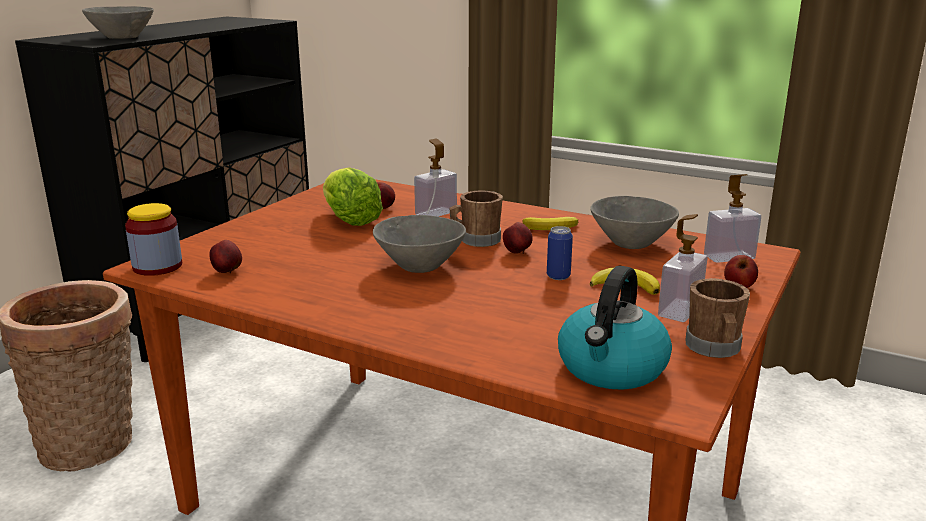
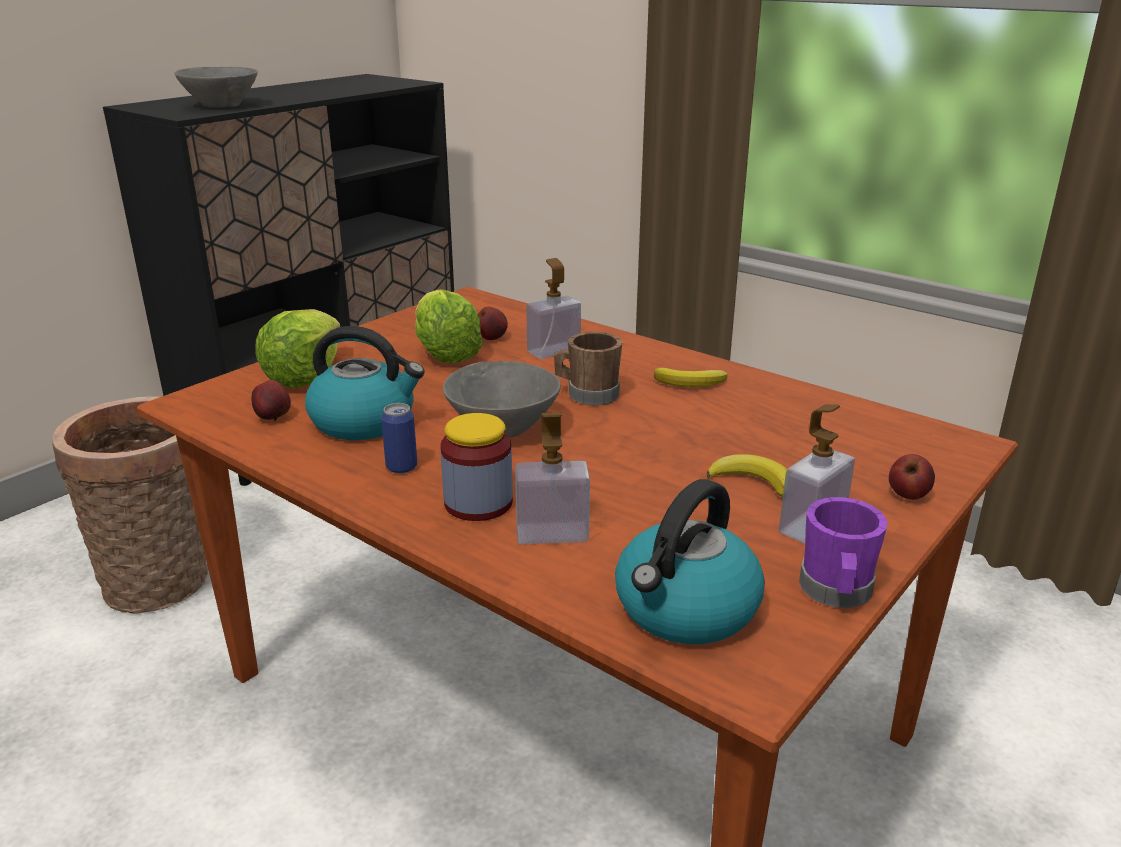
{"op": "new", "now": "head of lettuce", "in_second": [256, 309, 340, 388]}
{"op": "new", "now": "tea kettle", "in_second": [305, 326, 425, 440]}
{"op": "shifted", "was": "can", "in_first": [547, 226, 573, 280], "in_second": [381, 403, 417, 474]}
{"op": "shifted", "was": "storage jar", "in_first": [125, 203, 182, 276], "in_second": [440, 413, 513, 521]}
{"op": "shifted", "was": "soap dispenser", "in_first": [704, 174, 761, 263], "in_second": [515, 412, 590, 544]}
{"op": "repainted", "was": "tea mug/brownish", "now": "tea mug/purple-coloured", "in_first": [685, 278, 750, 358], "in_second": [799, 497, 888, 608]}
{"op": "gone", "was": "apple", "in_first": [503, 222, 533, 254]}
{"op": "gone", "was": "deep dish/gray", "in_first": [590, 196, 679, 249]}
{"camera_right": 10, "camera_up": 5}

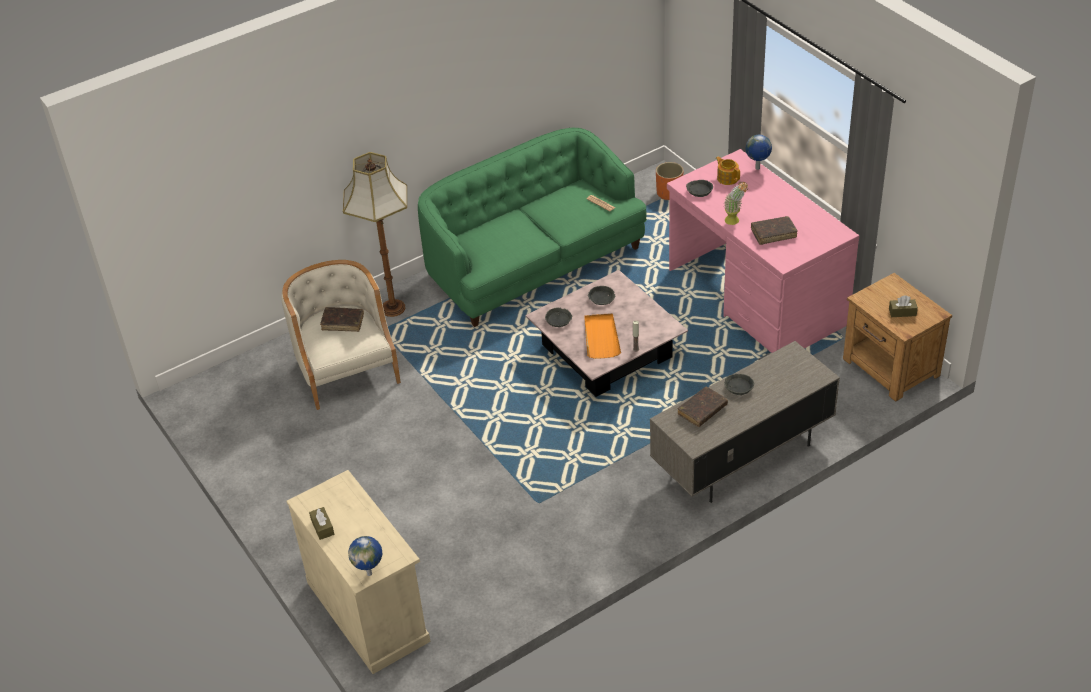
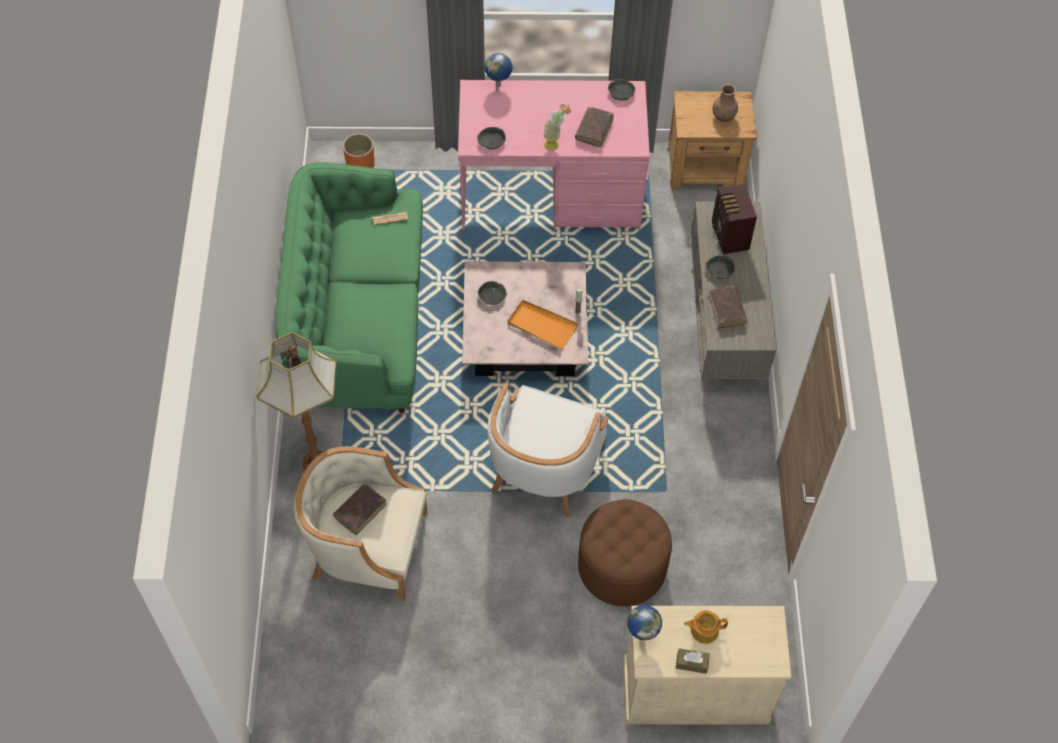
{"op": "new", "now": "easy chair/whitish", "in_second": [487, 383, 608, 517]}
{"op": "new", "now": "footrest/brownish", "in_second": [578, 499, 672, 606]}
{"op": "shifted", "was": "deep dish/gray", "in_first": [545, 308, 572, 327], "in_second": [608, 79, 636, 101]}
{"op": "shifted", "was": "globe", "in_first": [348, 536, 382, 576], "in_second": [627, 605, 662, 640]}
{"op": "shifted", "was": "teapot", "in_first": [716, 156, 740, 185], "in_second": [684, 610, 728, 644]}
{"op": "swapped", "was": "box of tissues/brownish", "now": "decorative vase/brownish", "in_first": [889, 295, 918, 317], "in_second": [712, 84, 738, 122]}
{"op": "new", "now": "radio receiver", "in_second": [712, 183, 757, 254]}
{"camera_right": -60, "camera_up": 15}

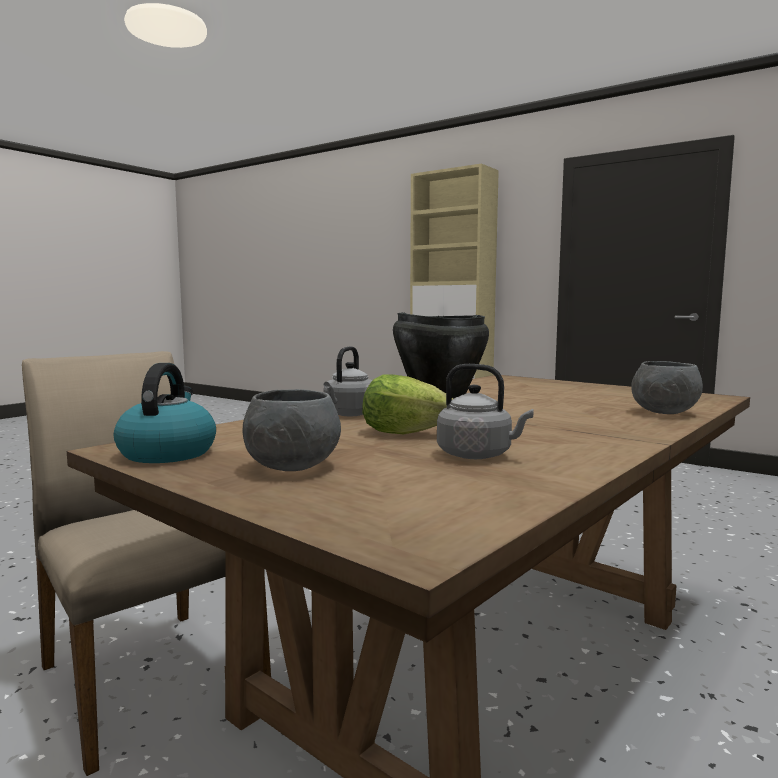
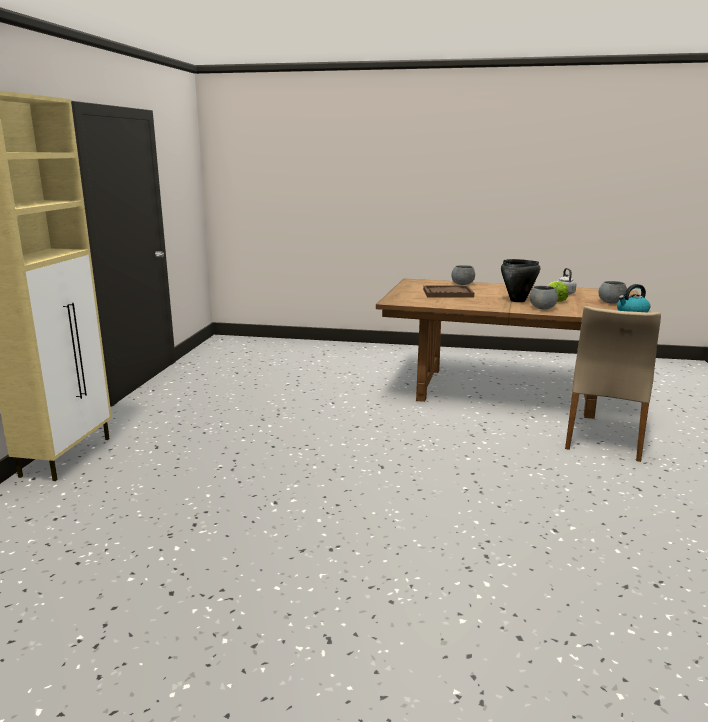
{"op": "new", "now": "tray/brownish", "in_second": [423, 285, 474, 298]}
{"op": "swapped", "was": "tea kettle/gray", "now": "deep dish/gray", "in_first": [323, 346, 372, 416], "in_second": [529, 286, 558, 309]}
{"camera_right": -115, "camera_up": 10}

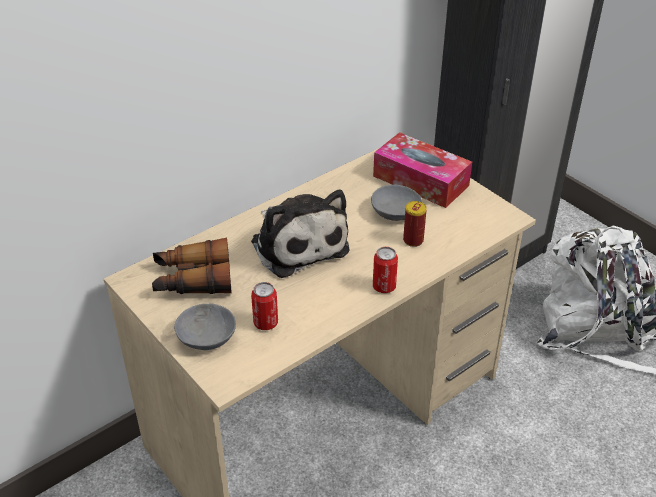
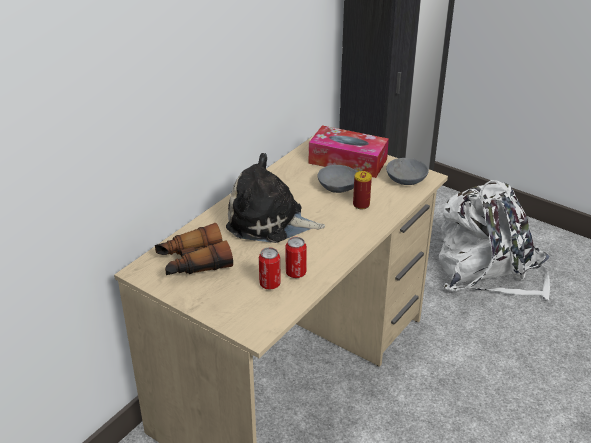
{"op": "rotated", "was": "soft toy", "in_first": [251, 190, 350, 278], "in_second": [226, 153, 325, 243], "clockwise": 150}
{"op": "shifted", "was": "can", "in_first": [373, 247, 398, 293], "in_second": [285, 237, 307, 278]}
{"op": "shifted", "was": "deep dish/gray", "in_first": [174, 304, 236, 350], "in_second": [386, 158, 429, 185]}
{"camera_right": -15, "camera_up": -5}

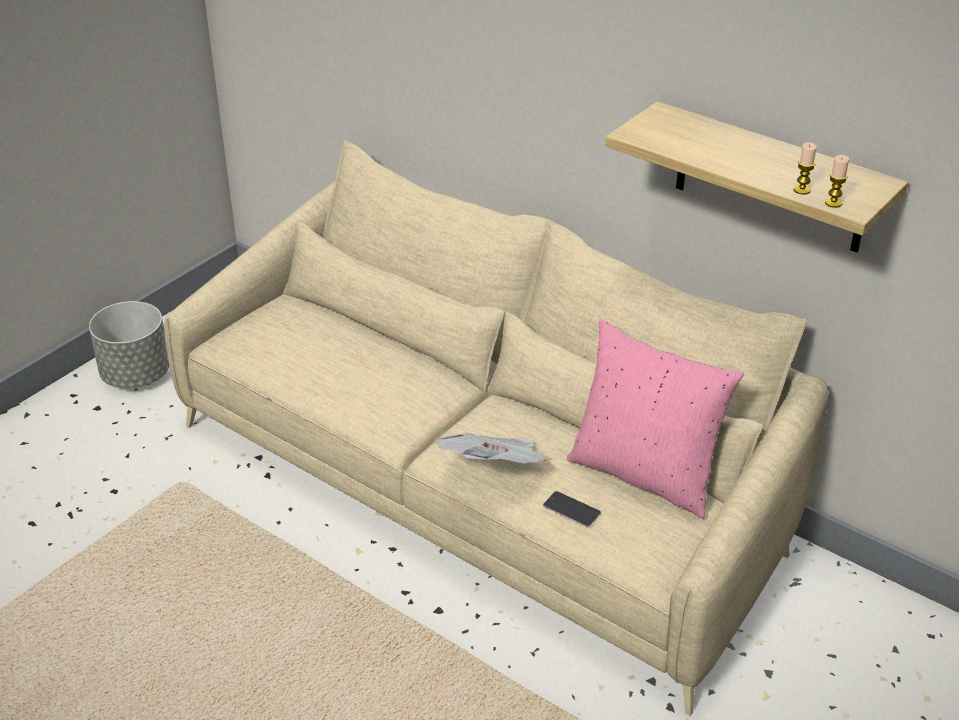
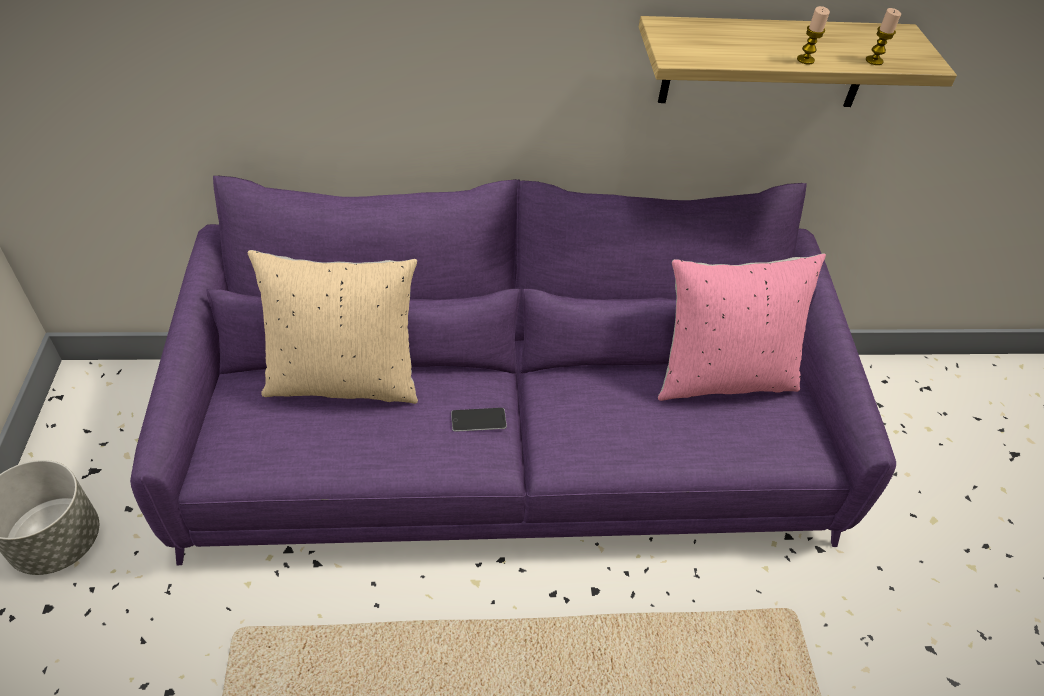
{"op": "repainted", "was": "settee/sand-coloured", "now": "settee/purple-coloured", "in_first": [164, 140, 828, 716], "in_second": [130, 176, 896, 565]}
{"op": "new", "now": "cushion/sand-coloured", "in_second": [248, 250, 418, 404]}
{"op": "shifted", "was": "phone", "in_first": [543, 491, 601, 527], "in_second": [451, 408, 507, 432]}
{"op": "shifted", "was": "wax light", "in_first": [825, 155, 849, 208], "in_second": [797, 6, 830, 65]}
{"op": "gone", "was": "newspaper", "in_first": [436, 433, 546, 463]}
{"camera_right": -45, "camera_up": 10}

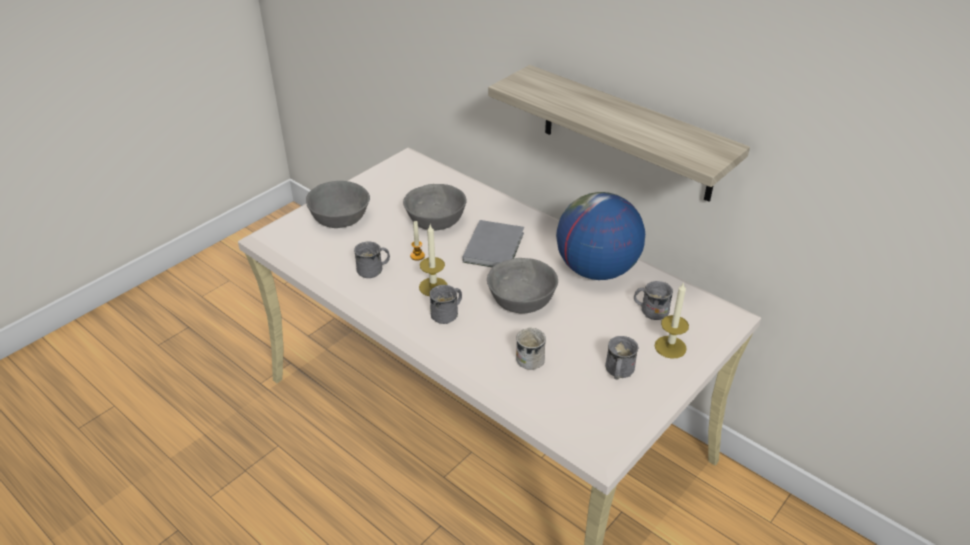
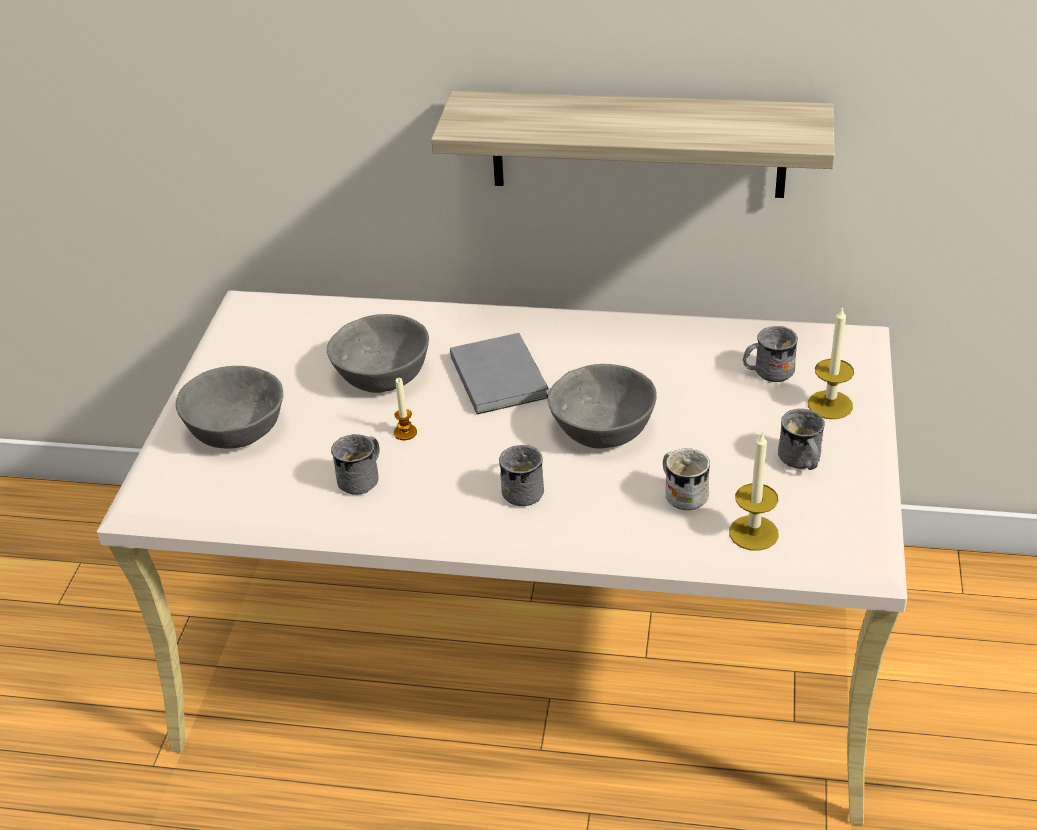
{"op": "shifted", "was": "wax light", "in_first": [419, 225, 448, 296], "in_second": [729, 431, 779, 551]}
{"op": "gone", "was": "globe", "in_first": [556, 192, 645, 280]}
{"camera_right": -30, "camera_up": 0}

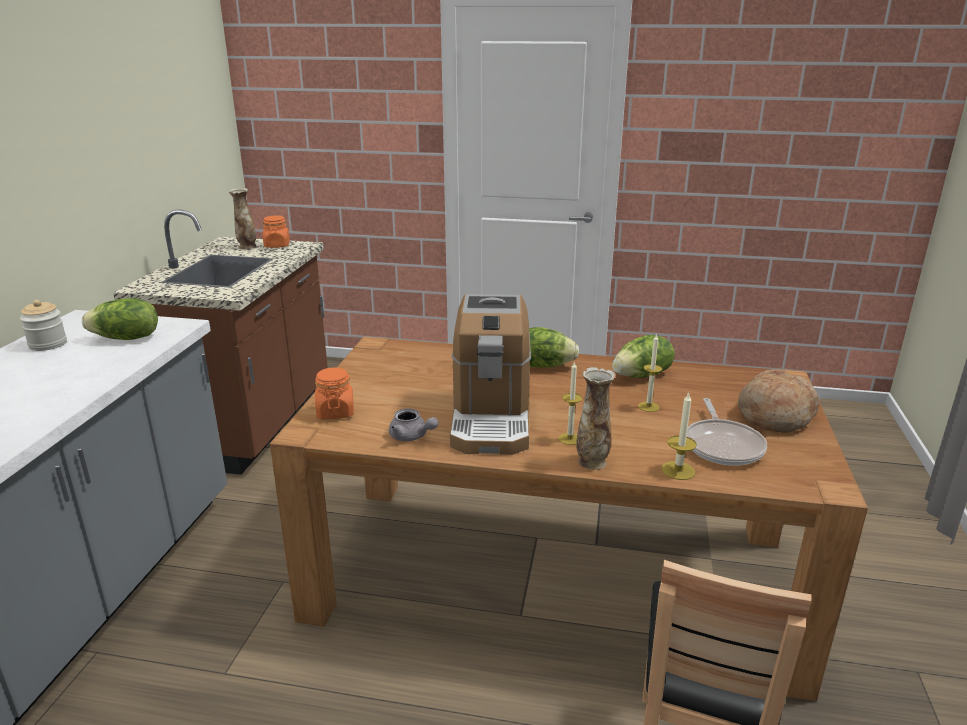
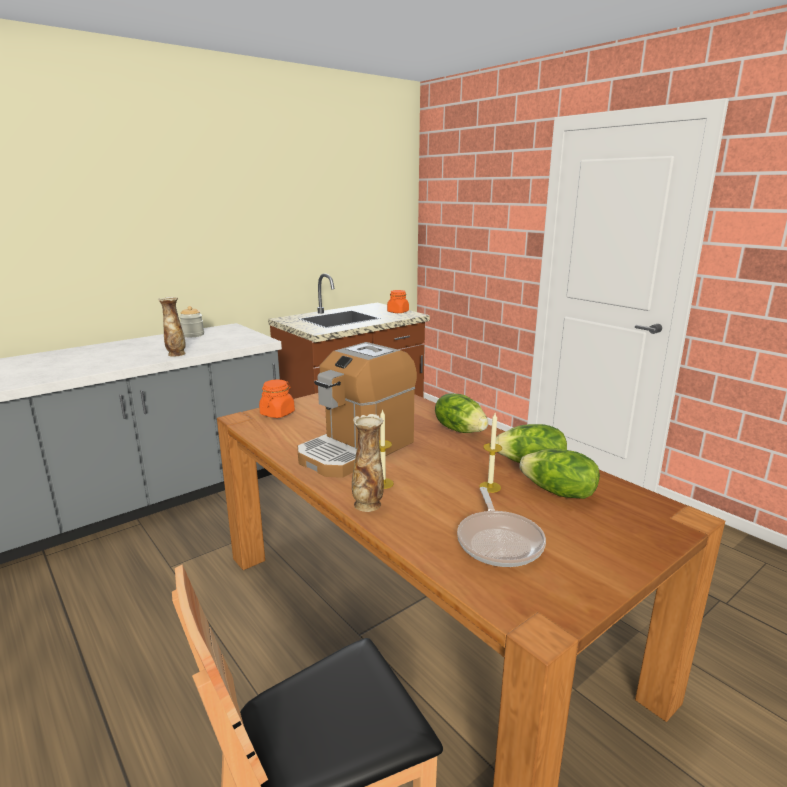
{"op": "shifted", "was": "decorative vase", "in_first": [229, 188, 257, 249], "in_second": [158, 297, 186, 357]}
{"op": "rotated", "was": "pan", "in_first": [687, 398, 767, 466], "in_second": [457, 487, 546, 567], "clockwise": -45}
{"op": "shifted", "was": "head of lettuce", "in_first": [82, 298, 158, 340], "in_second": [519, 449, 600, 499]}
{"op": "gone", "was": "teapot/gray", "in_first": [389, 408, 439, 441]}
{"op": "gone", "was": "wax light", "in_first": [662, 392, 697, 480]}
{"op": "gone", "was": "baked bread", "in_first": [738, 369, 819, 433]}
{"camera_right": 40, "camera_up": -5}

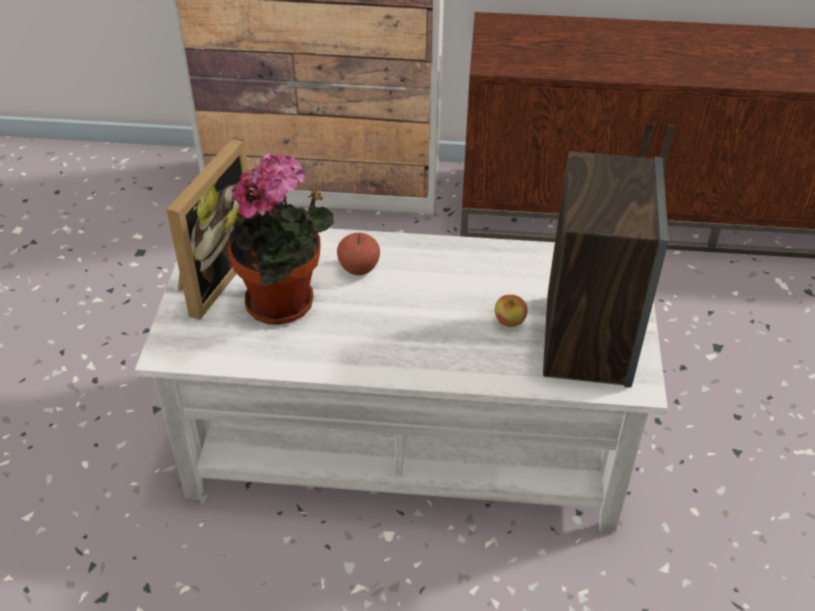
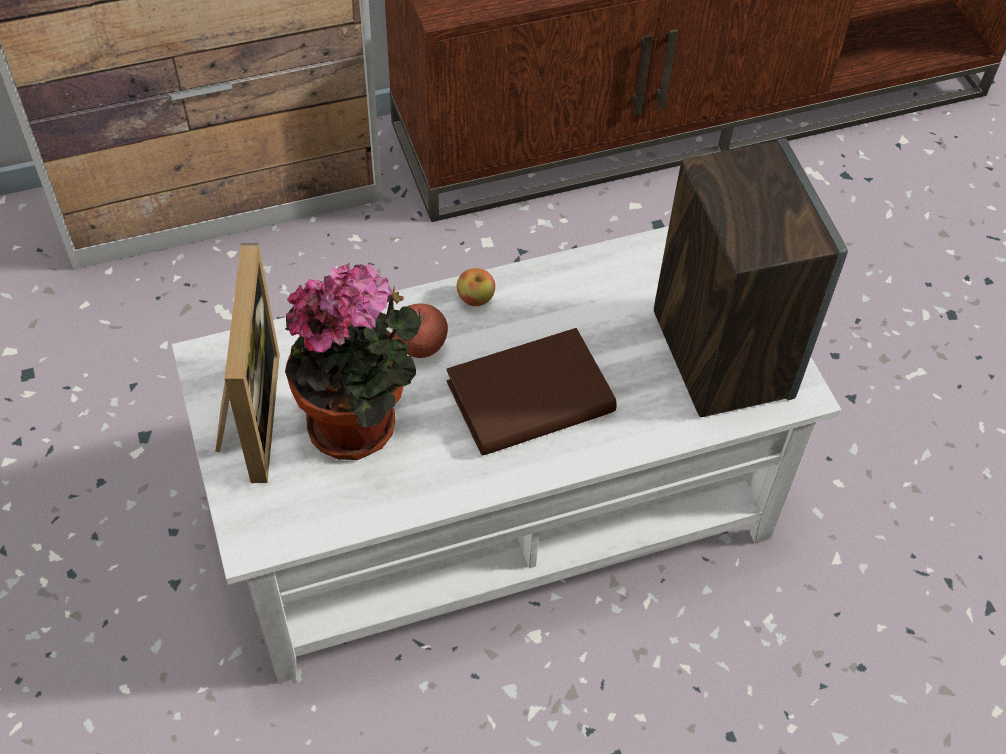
{"op": "new", "now": "bound book/brownish", "in_second": [446, 328, 617, 456]}
{"op": "shifted", "was": "apple", "in_first": [495, 295, 527, 327], "in_second": [457, 268, 495, 306]}
{"camera_right": -25, "camera_up": 10}

